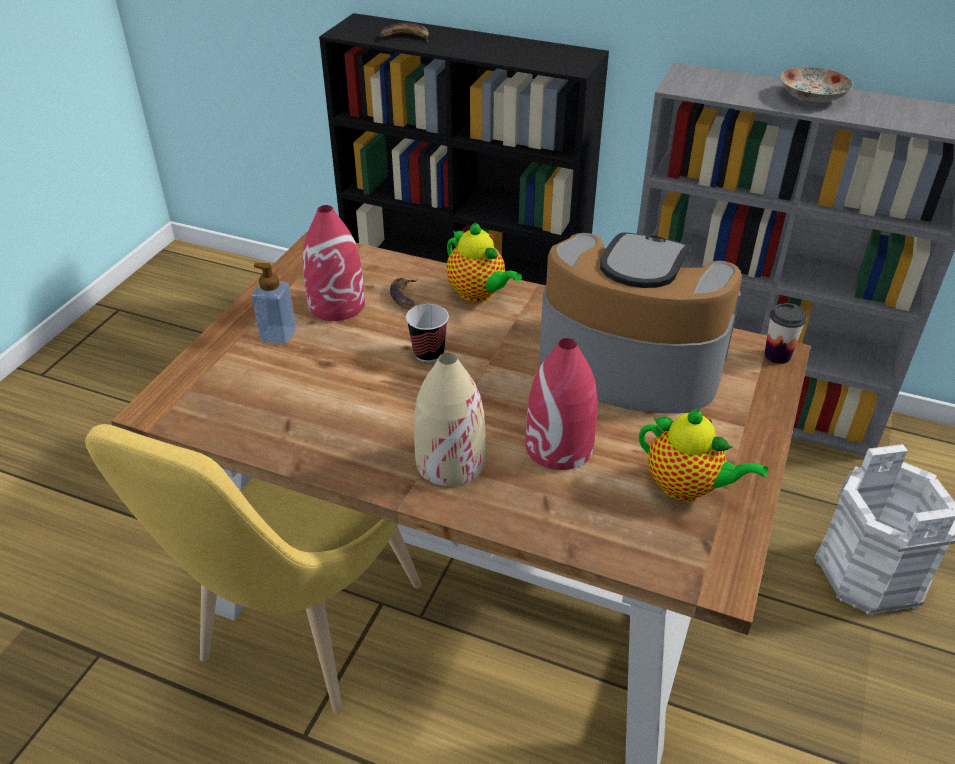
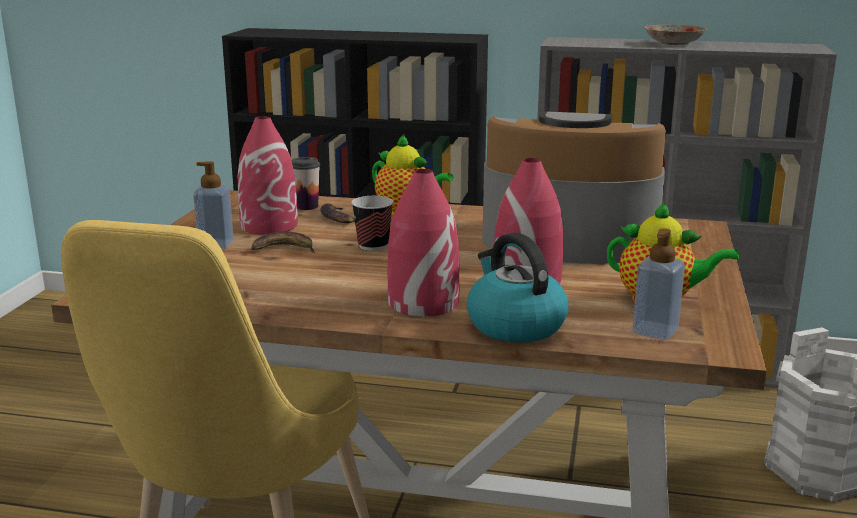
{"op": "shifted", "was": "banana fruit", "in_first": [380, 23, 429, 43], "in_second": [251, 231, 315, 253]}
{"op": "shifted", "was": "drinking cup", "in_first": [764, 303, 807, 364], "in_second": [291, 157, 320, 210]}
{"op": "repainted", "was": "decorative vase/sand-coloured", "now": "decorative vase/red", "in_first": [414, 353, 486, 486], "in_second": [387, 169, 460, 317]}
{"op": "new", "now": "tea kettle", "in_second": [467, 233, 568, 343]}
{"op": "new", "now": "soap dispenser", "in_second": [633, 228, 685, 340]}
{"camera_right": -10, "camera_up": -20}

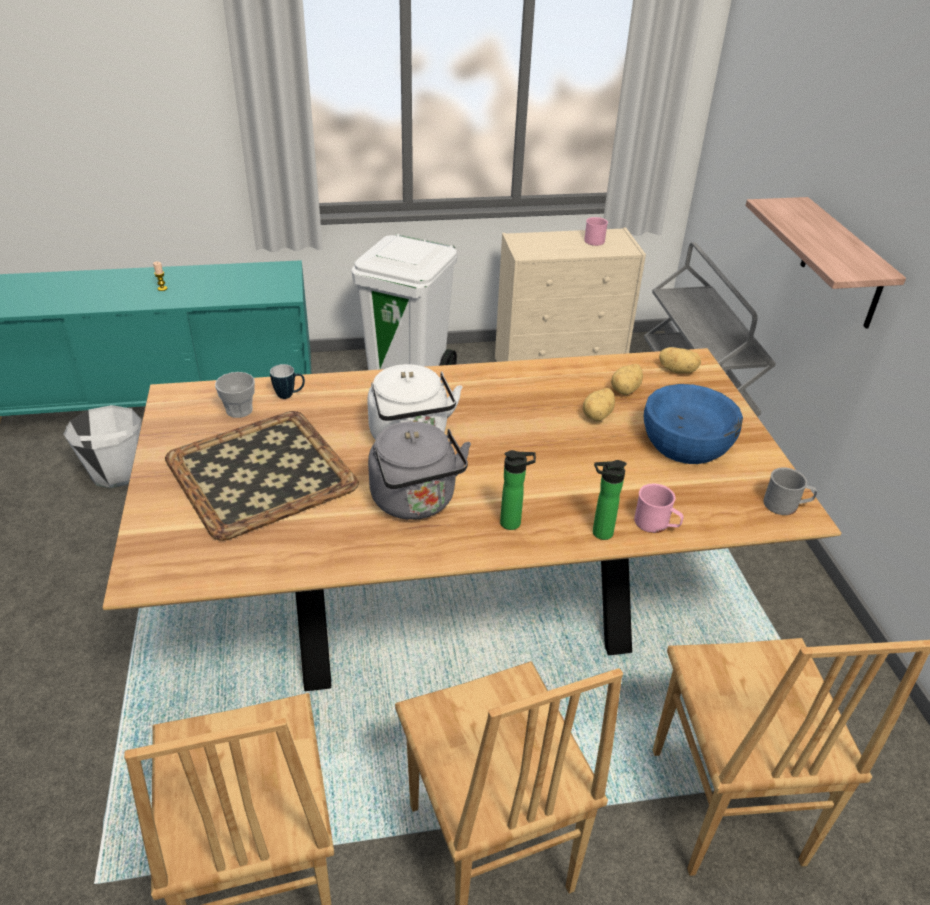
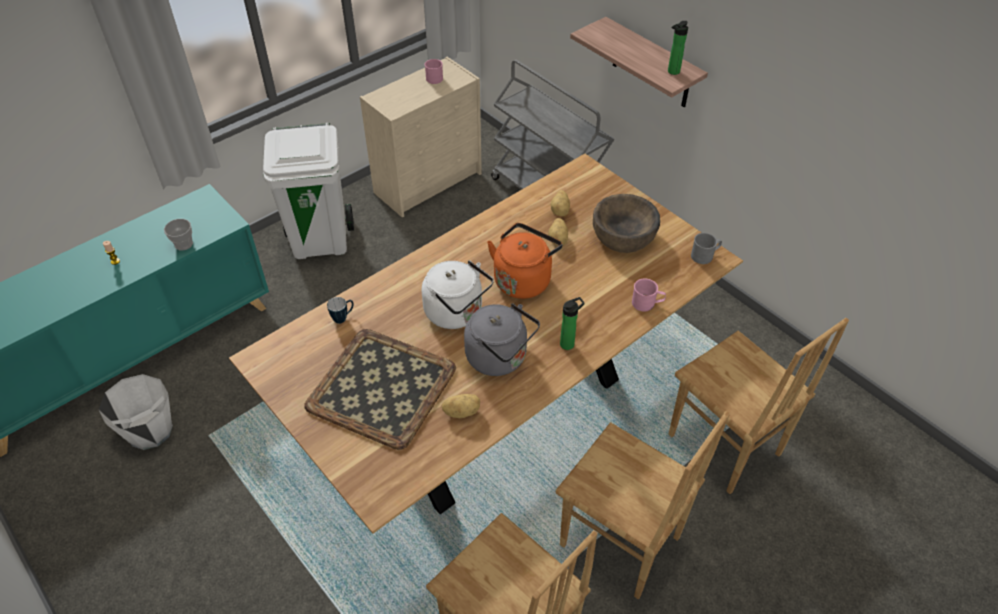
{"op": "shifted", "was": "drinking cup", "in_first": [215, 372, 255, 418], "in_second": [164, 219, 193, 250]}
{"op": "shifted", "was": "whole potato", "in_first": [659, 347, 701, 374], "in_second": [442, 394, 480, 418]}
{"op": "new", "now": "tea kettle/orangey", "in_second": [487, 223, 562, 299]}
{"op": "repainted", "was": "deep dish/blue-coloured", "now": "deep dish/brownish", "in_first": [644, 384, 743, 464], "in_second": [593, 194, 660, 253]}
{"op": "shifted", "was": "bottle", "in_first": [593, 460, 627, 540], "in_second": [668, 21, 688, 75]}
{"camera_right": -30, "camera_up": 10}

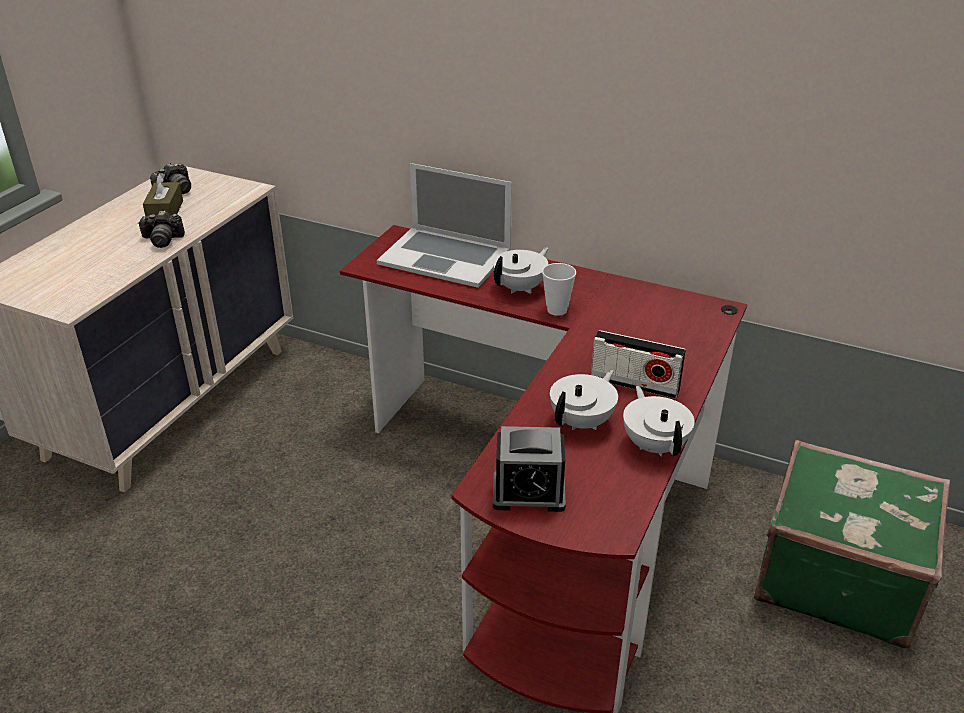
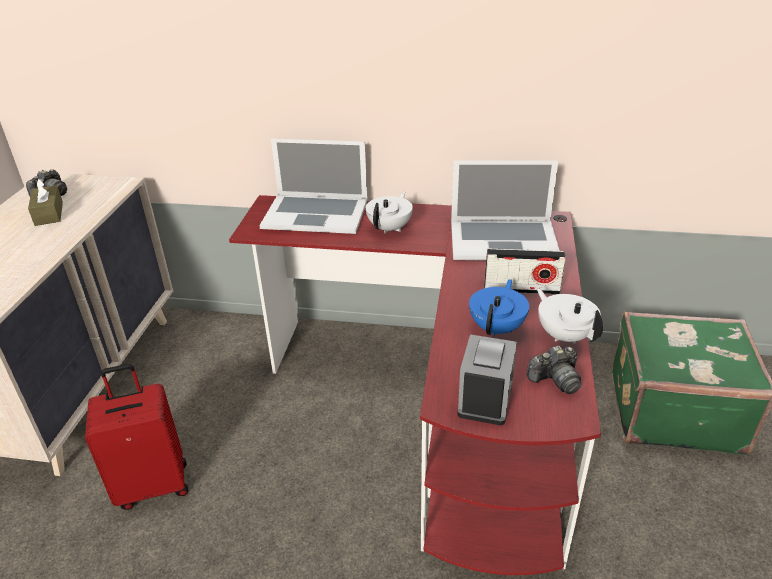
{"op": "new", "now": "piece of luggage/red", "in_second": [85, 364, 188, 510]}
{"op": "new", "now": "laptop", "in_second": [451, 160, 560, 260]}
{"op": "rotated", "was": "bedside clock", "in_first": [493, 426, 566, 512], "in_second": [457, 334, 517, 425], "clockwise": -60}
{"op": "repainted", "was": "teapot/whitish", "now": "teapot/blue-coloured", "in_first": [550, 370, 618, 431], "in_second": [469, 279, 529, 337]}
{"op": "shifted", "was": "photo camera", "in_first": [138, 210, 185, 248], "in_second": [527, 346, 581, 394]}
{"op": "gone", "was": "drinking cup", "in_first": [542, 263, 576, 316]}
{"camera_right": -15, "camera_up": 0}

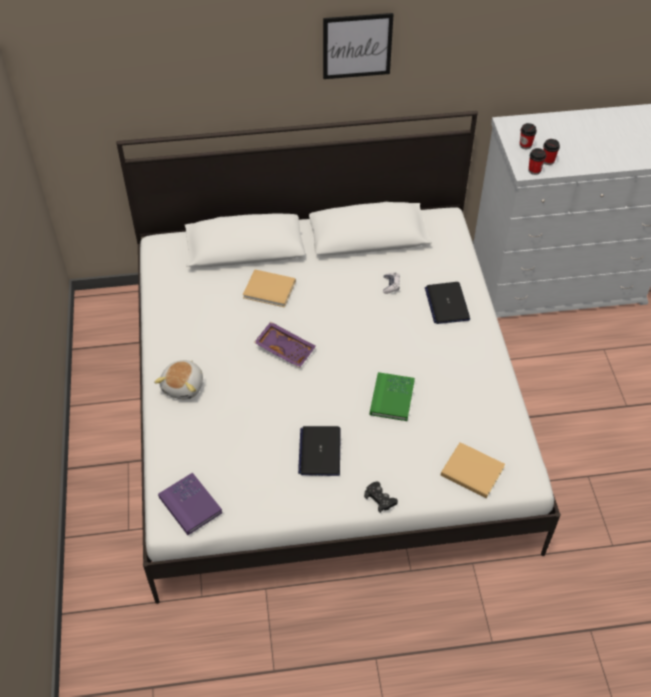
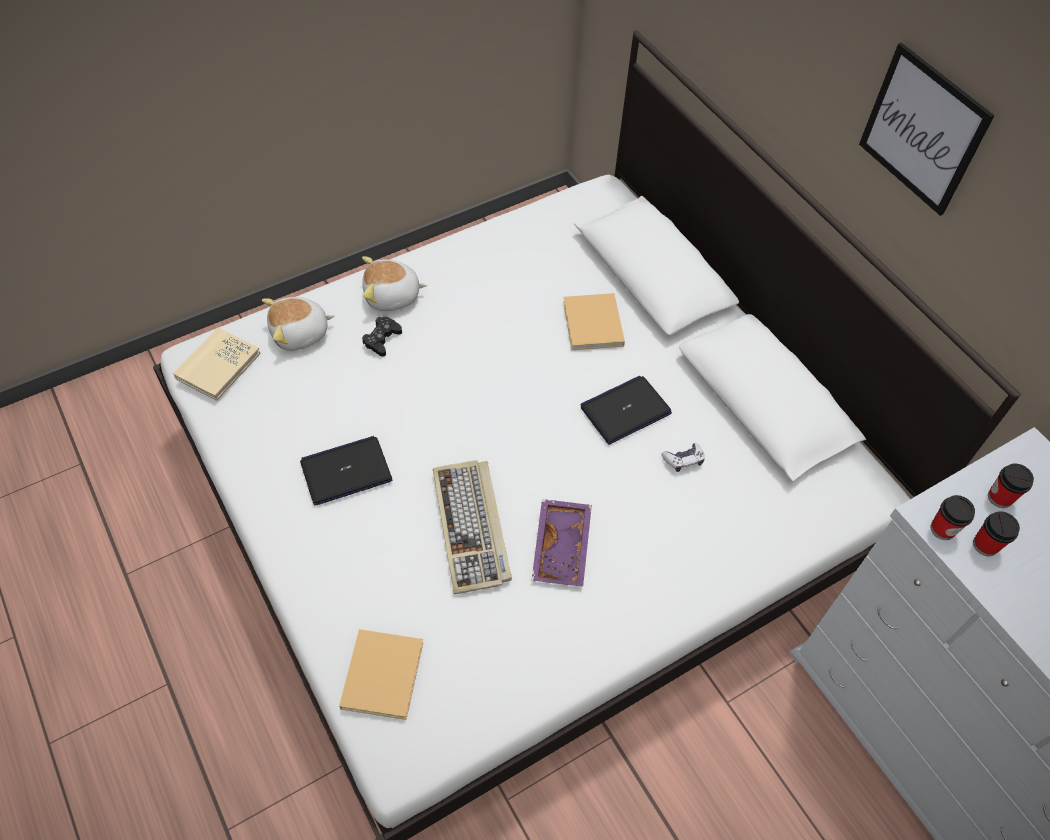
{"op": "repainted", "was": "bound book/purple-coloured", "now": "bound book/sand-coloured", "in_first": [158, 473, 222, 535], "in_second": [173, 327, 261, 401]}
{"op": "new", "now": "soft toy", "in_second": [262, 297, 334, 351]}
{"op": "shifted", "was": "game controller/black-coloured", "in_first": [364, 481, 398, 513], "in_second": [362, 317, 402, 357]}
{"op": "swapped", "was": "bound book/green-coloured", "now": "PC keyboard", "in_first": [370, 372, 415, 421], "in_second": [433, 460, 512, 594]}
{"op": "shifted", "was": "tray/purple-coloured", "in_first": [254, 322, 316, 368], "in_second": [532, 499, 592, 586]}
{"op": "shifted", "was": "laptop", "in_first": [425, 282, 470, 324], "in_second": [581, 376, 672, 445]}
{"camera_right": 65, "camera_up": 5}

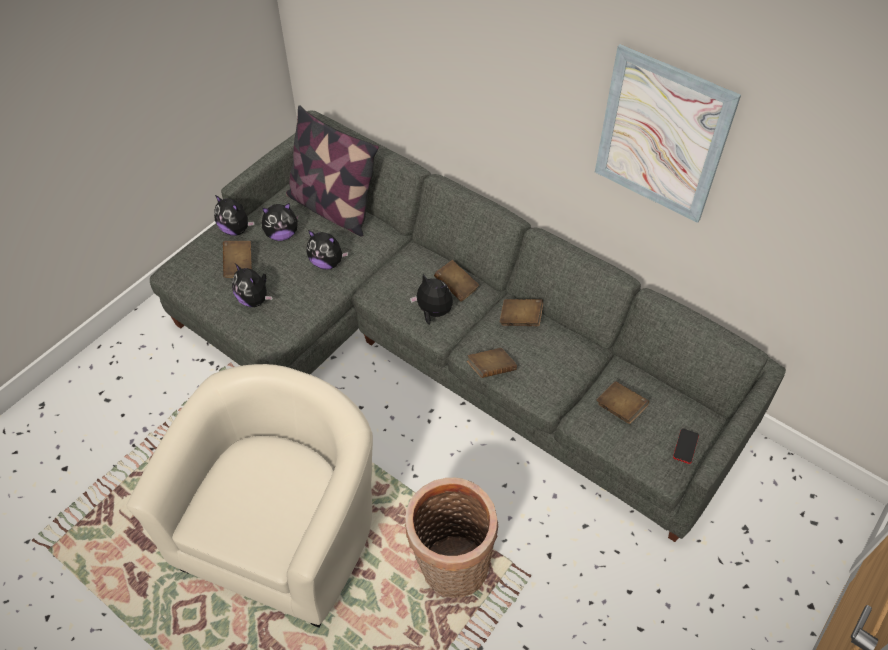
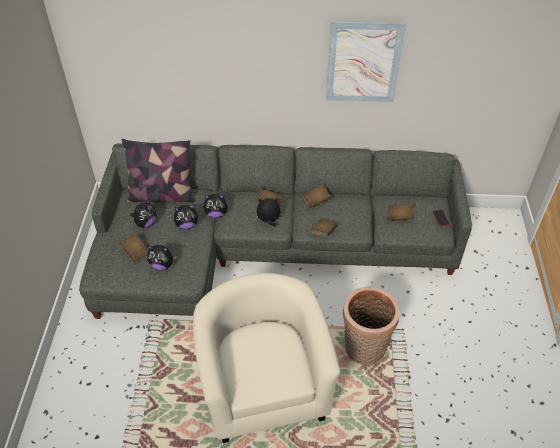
{"op": "shifted", "was": "soft toy", "in_first": [214, 195, 255, 236], "in_second": [204, 194, 229, 218]}
{"camera_right": -35, "camera_up": -5}

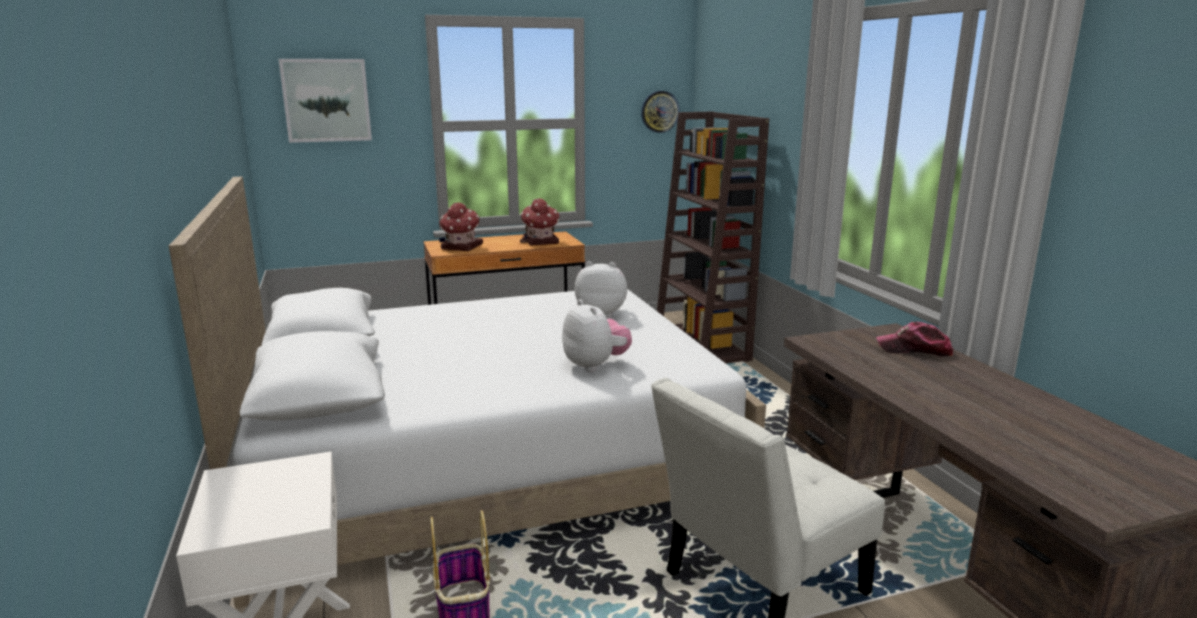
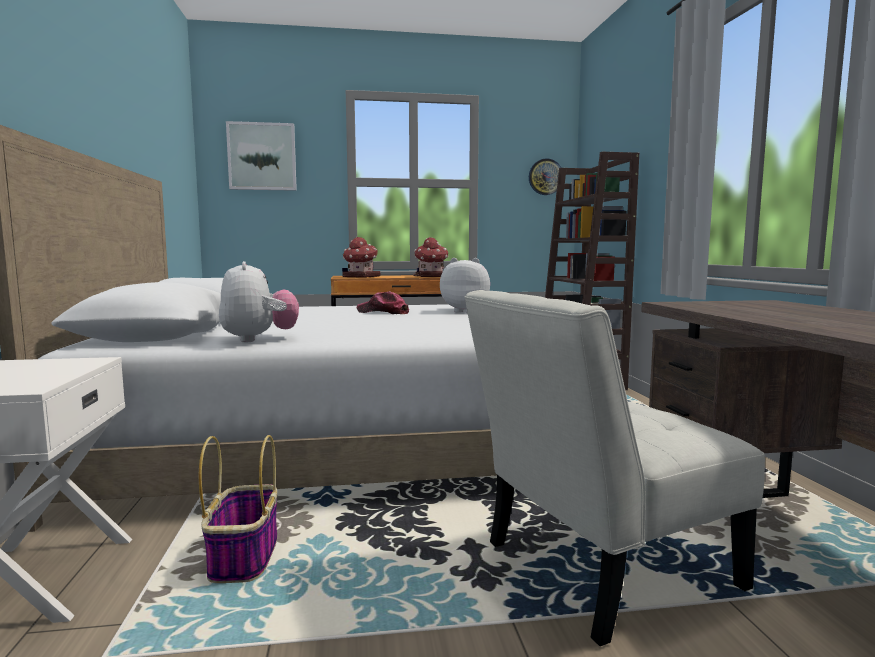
{"op": "shifted", "was": "soft toy", "in_first": [562, 299, 632, 372], "in_second": [219, 261, 299, 342]}
{"op": "shifted", "was": "baseball cap", "in_first": [876, 322, 954, 357], "in_second": [357, 291, 409, 314]}
{"camera_right": 10, "camera_up": -10}

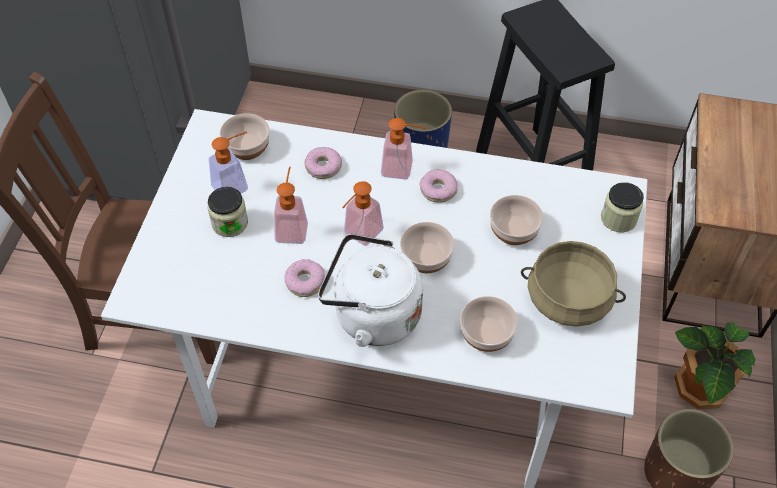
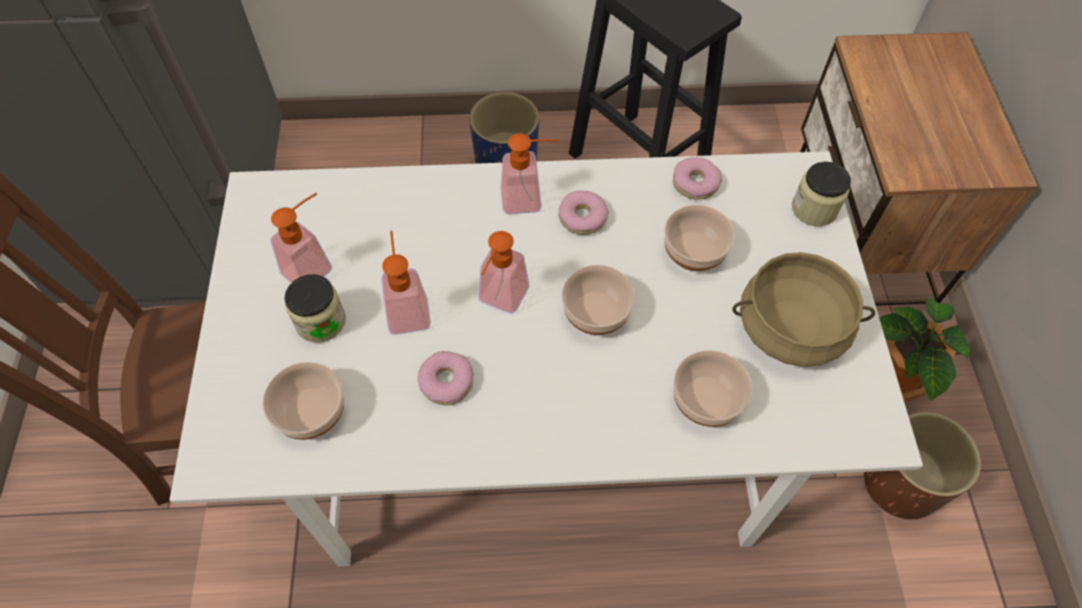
{"op": "shifted", "was": "deep dish", "in_first": [220, 113, 270, 160], "in_second": [263, 362, 344, 440]}
{"op": "shifted", "was": "donut", "in_first": [304, 147, 342, 179], "in_second": [673, 157, 722, 200]}
{"op": "gone", "was": "tea kettle/whitish", "in_first": [318, 234, 423, 347]}
{"camera_right": -15, "camera_up": 5}

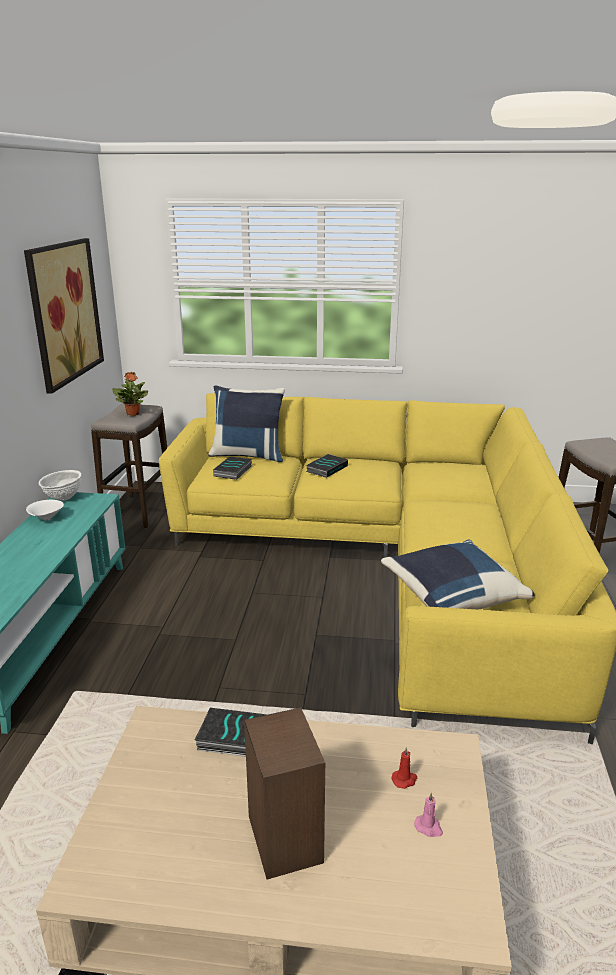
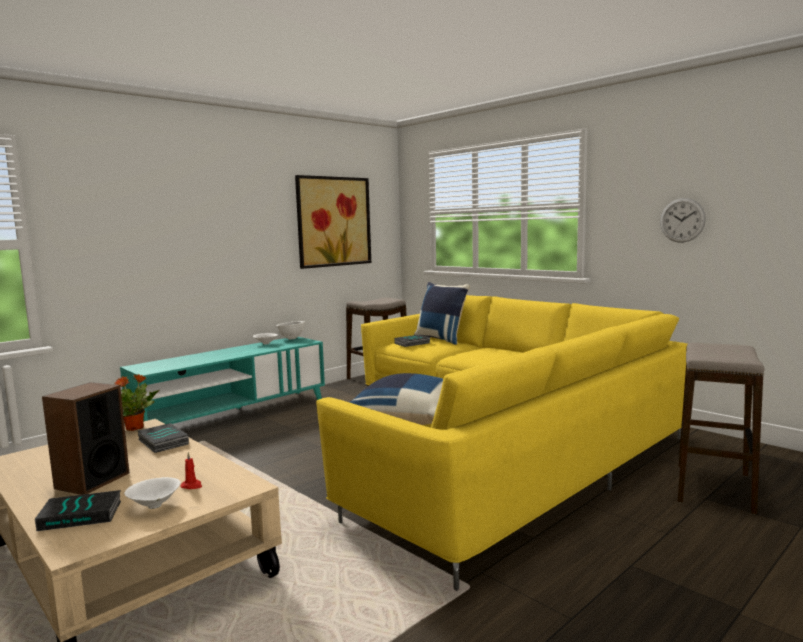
{"op": "shifted", "was": "bound book", "in_first": [306, 454, 348, 478], "in_second": [35, 490, 121, 531]}
{"op": "shifted", "was": "houseplant", "in_first": [112, 372, 148, 416], "in_second": [115, 374, 159, 431]}
{"op": "swapped", "was": "wax light/pink", "now": "deep dish/whitish", "in_first": [414, 792, 443, 837], "in_second": [124, 477, 181, 509]}
{"op": "new", "now": "clock on the wall", "in_second": [660, 198, 706, 243]}
{"camera_right": 40, "camera_up": -15}

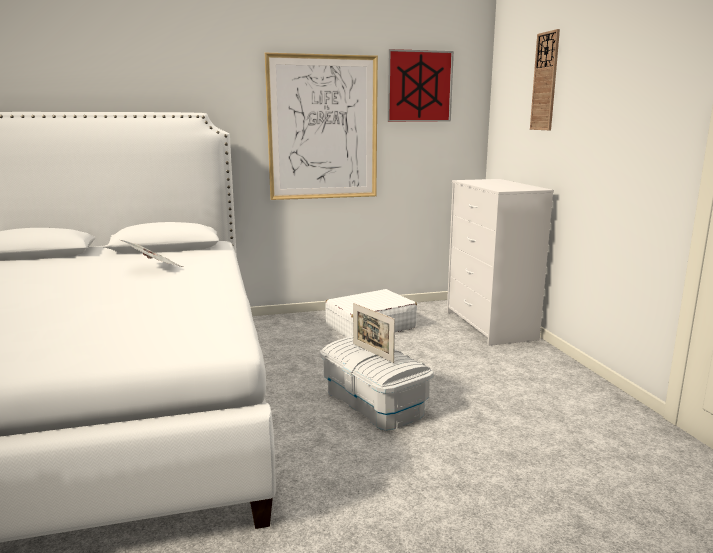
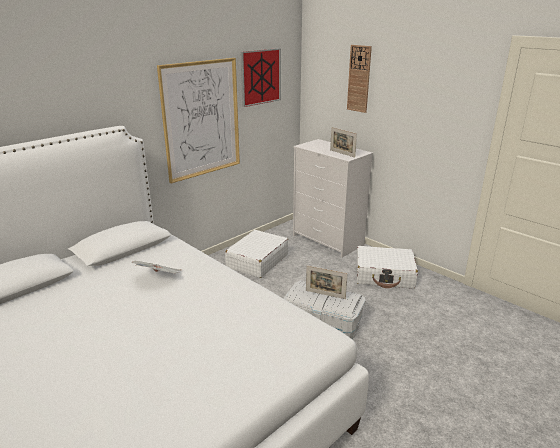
{"op": "new", "now": "picture frame", "in_second": [330, 127, 357, 158]}
{"op": "new", "now": "piece of luggage/whitish", "in_second": [357, 246, 418, 289]}
{"camera_right": -30, "camera_up": 10}

